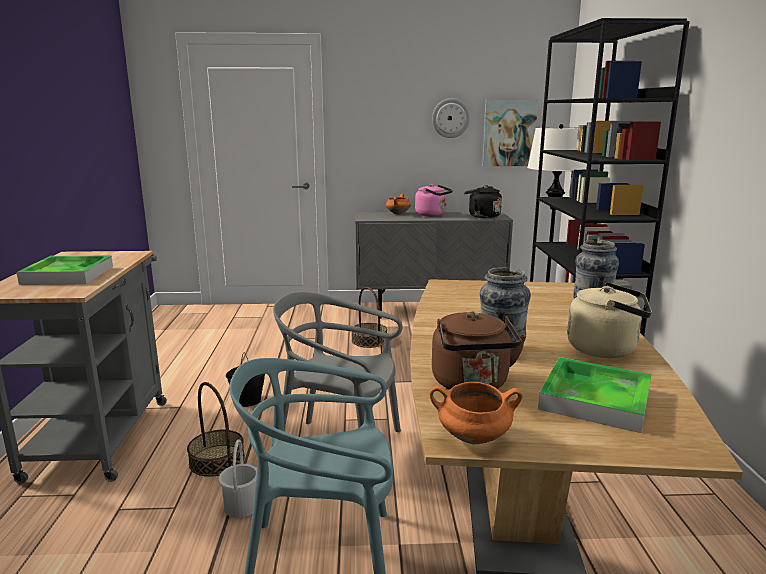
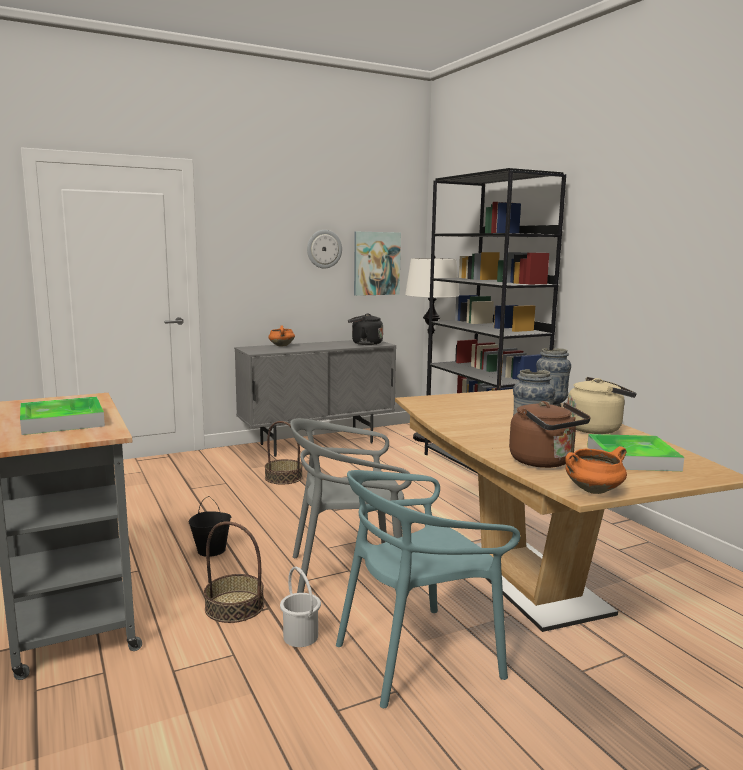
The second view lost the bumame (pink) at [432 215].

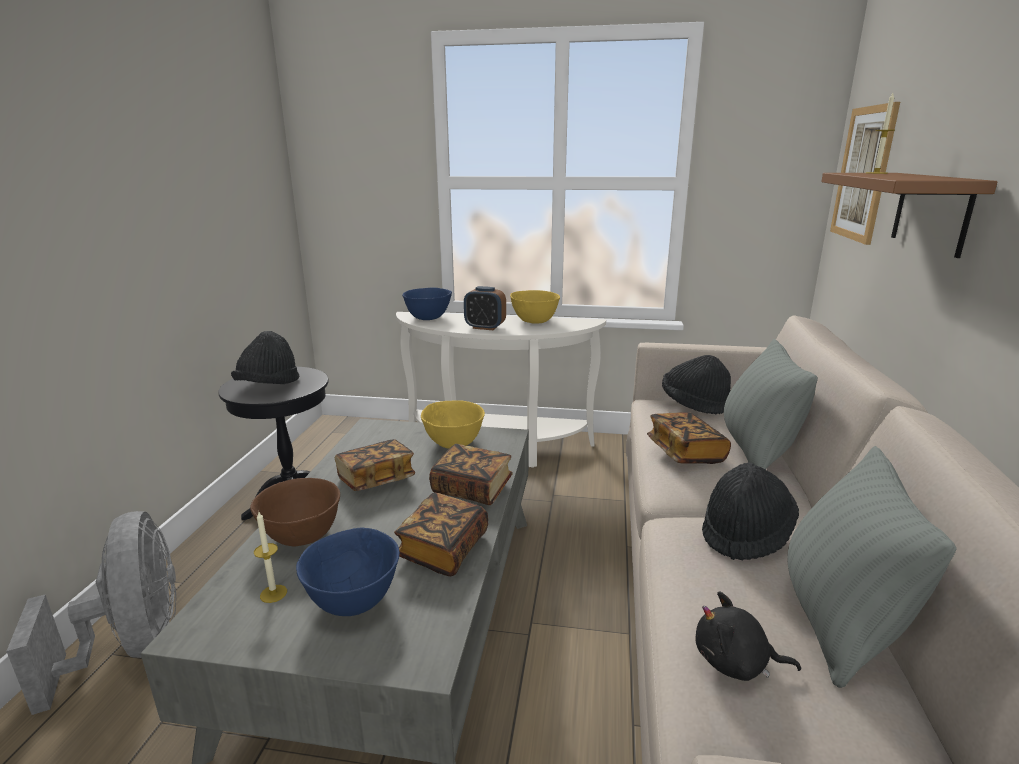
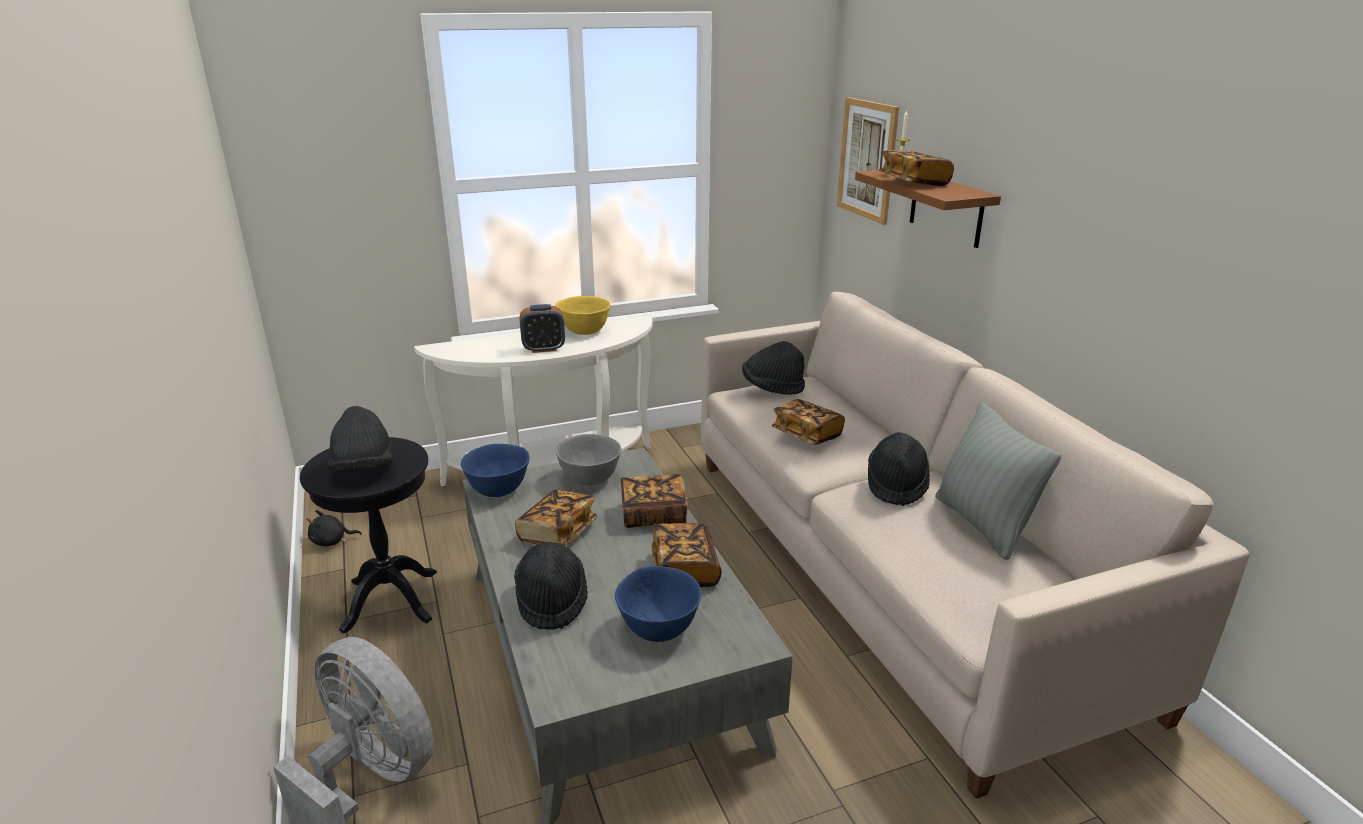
The second view lost the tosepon at [273 593].
The second view lost the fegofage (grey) at [756 450].
The second view gained the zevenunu at [913 183].
The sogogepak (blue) ended up elsewhere, having gone from [428 318] to [499 489].
The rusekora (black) ended up elsewhere, having gone from [735 663] to [331 541].
Where the sogogepak (brown) stood at [301 536], the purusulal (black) came to stand at [551 601].
What was the sogogepak (yellow) at [453 443] turned into the sogogepak (grey) at [589 478].

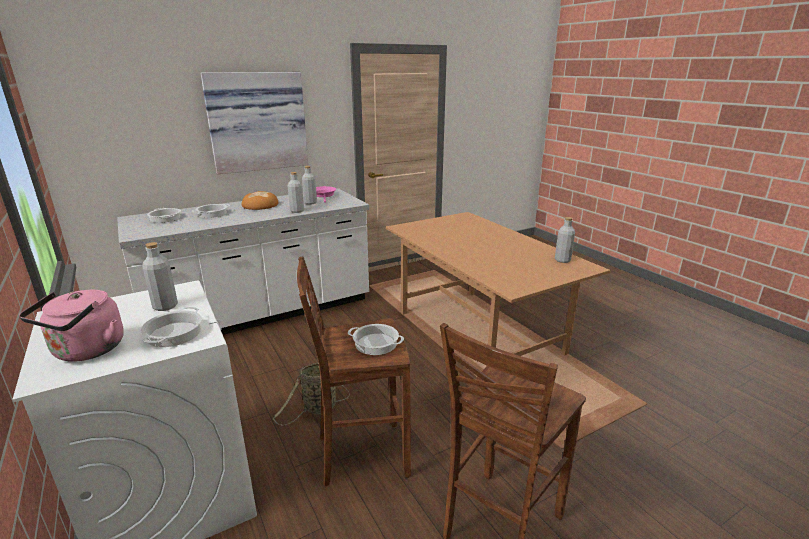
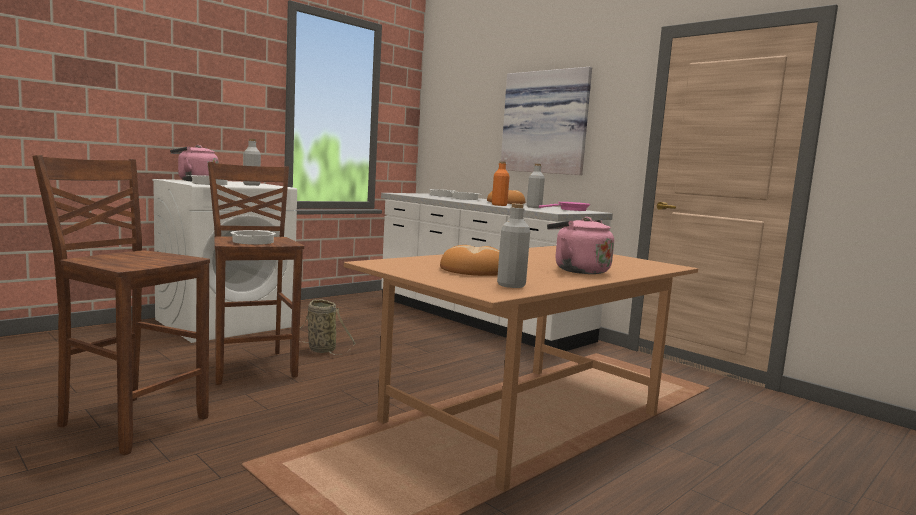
The second view gained the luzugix at [475 270].
The second view gained the bumame (pink) at [578 270].
What was the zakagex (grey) at [297 211] turned into the zakagex (orange) at [499 205].

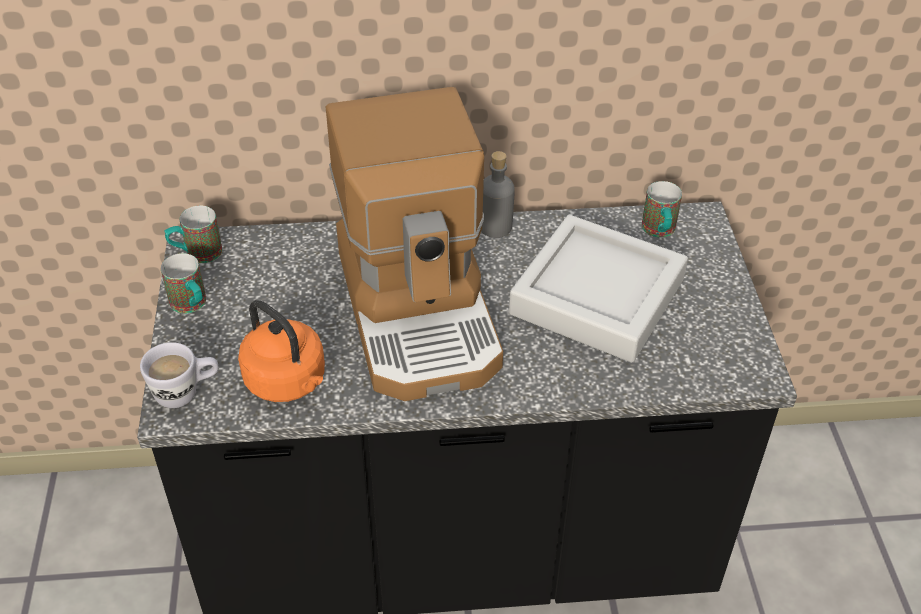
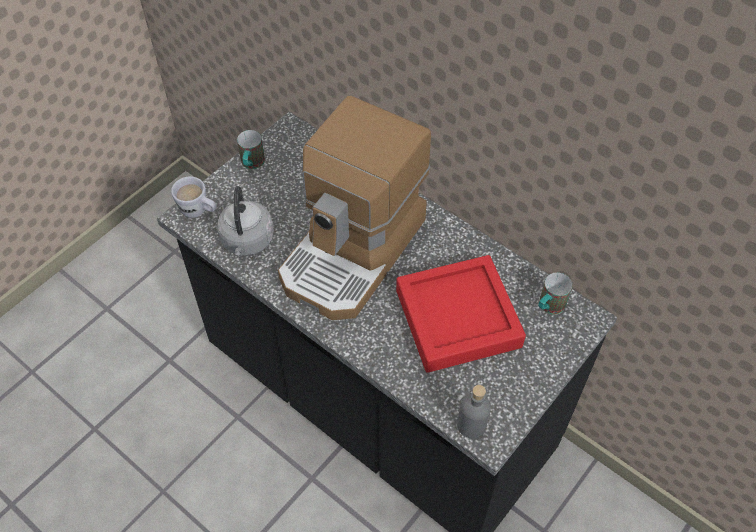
The second view lost the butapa at [196 254].
The zakagex (grey) ended up elsewhere, having gone from [495 227] to [471 425].
What was the bumame (orange) at [288 382] turned into the bumame (grey) at [247 242].
What was the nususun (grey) at [597 297] turned into the nususun (red) at [458 318].

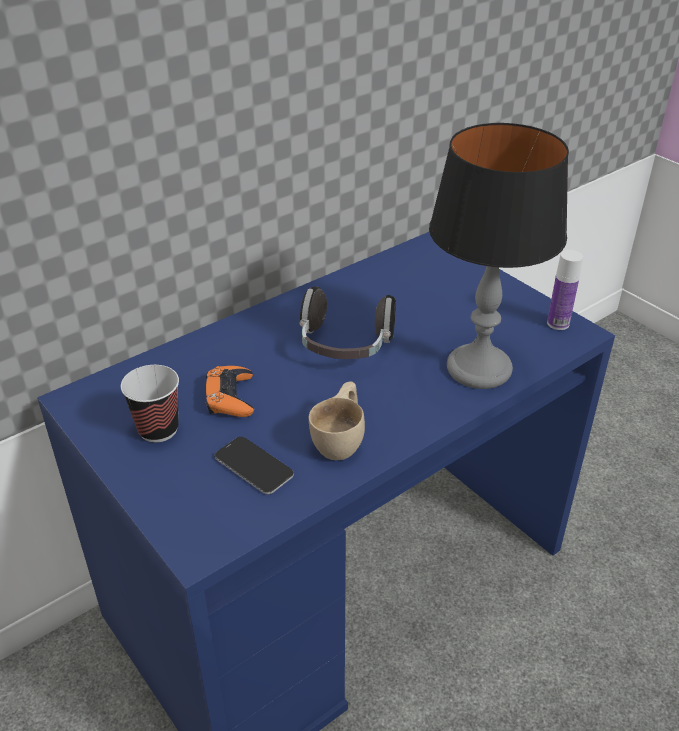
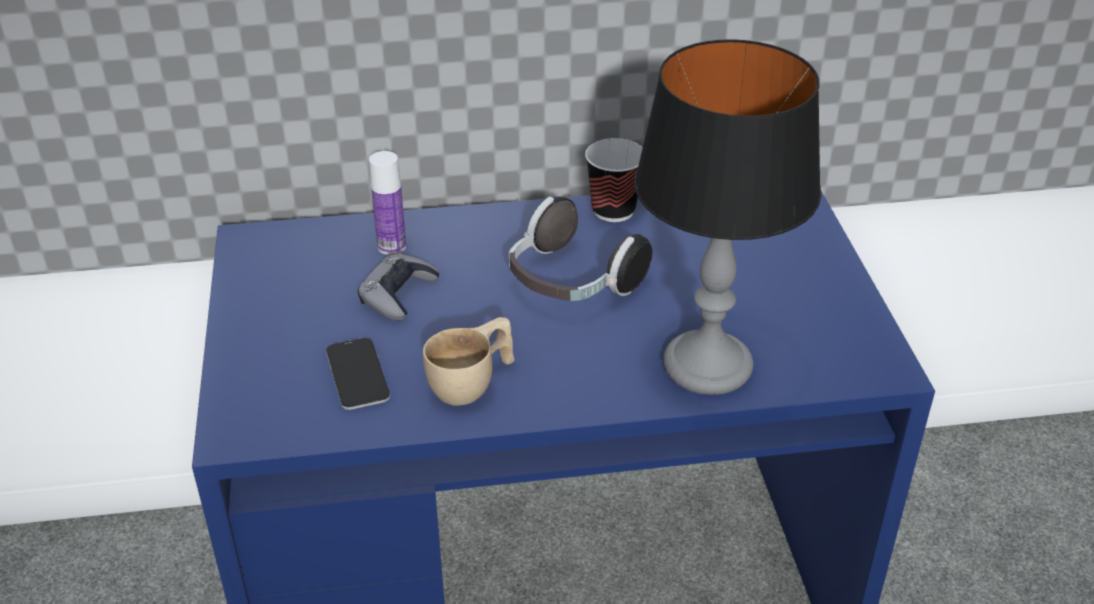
The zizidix ended up elsewhere, having gone from [158 429] to [613 210].
The zakagex ended up elsewhere, having gone from [558 323] to [391 246].
What was the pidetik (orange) at [230 397] turned into the pidetik (grey) at [398 294].

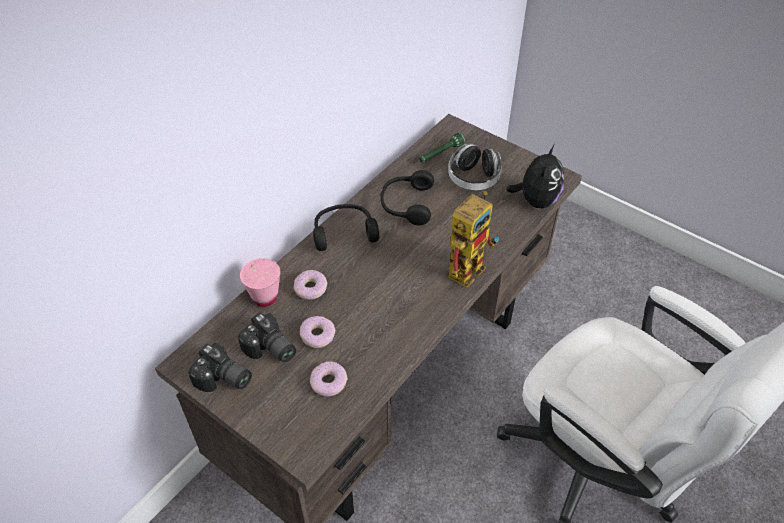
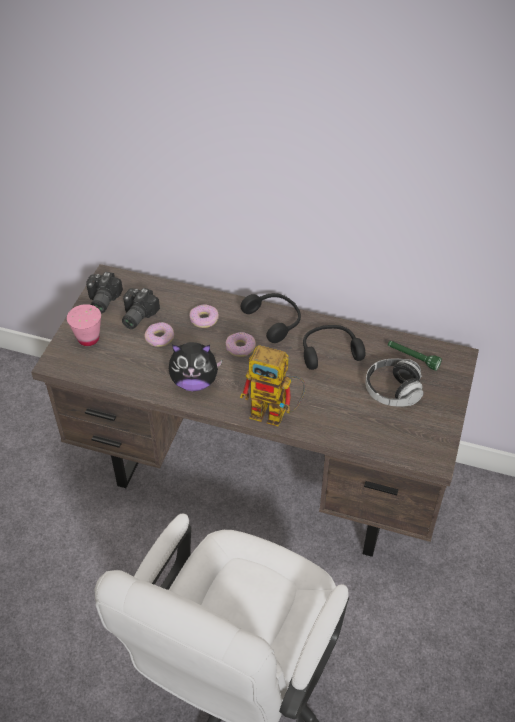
The zizidix (pink) ended up elsewhere, having gone from [265 297] to [88 338].
The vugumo ended up elsewhere, having gone from [329 382] to [240 348].
The rusekora ended up elsewhere, having gone from [536 200] to [194 382].

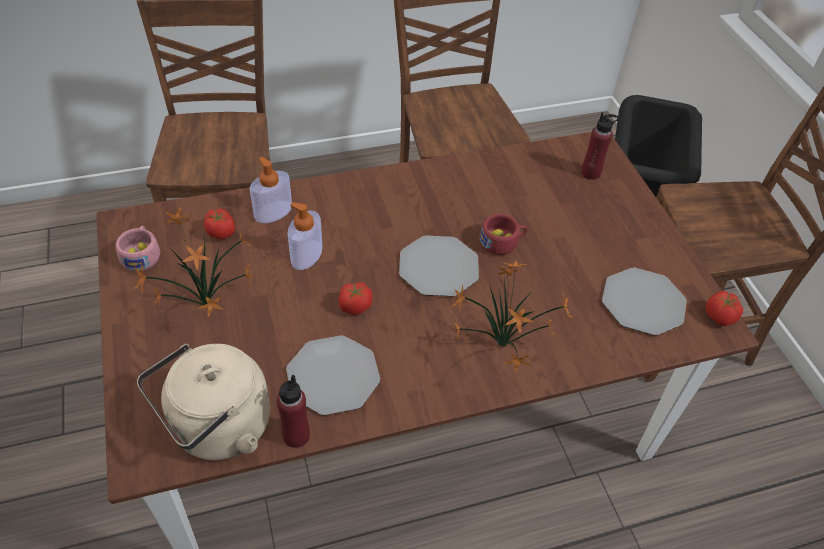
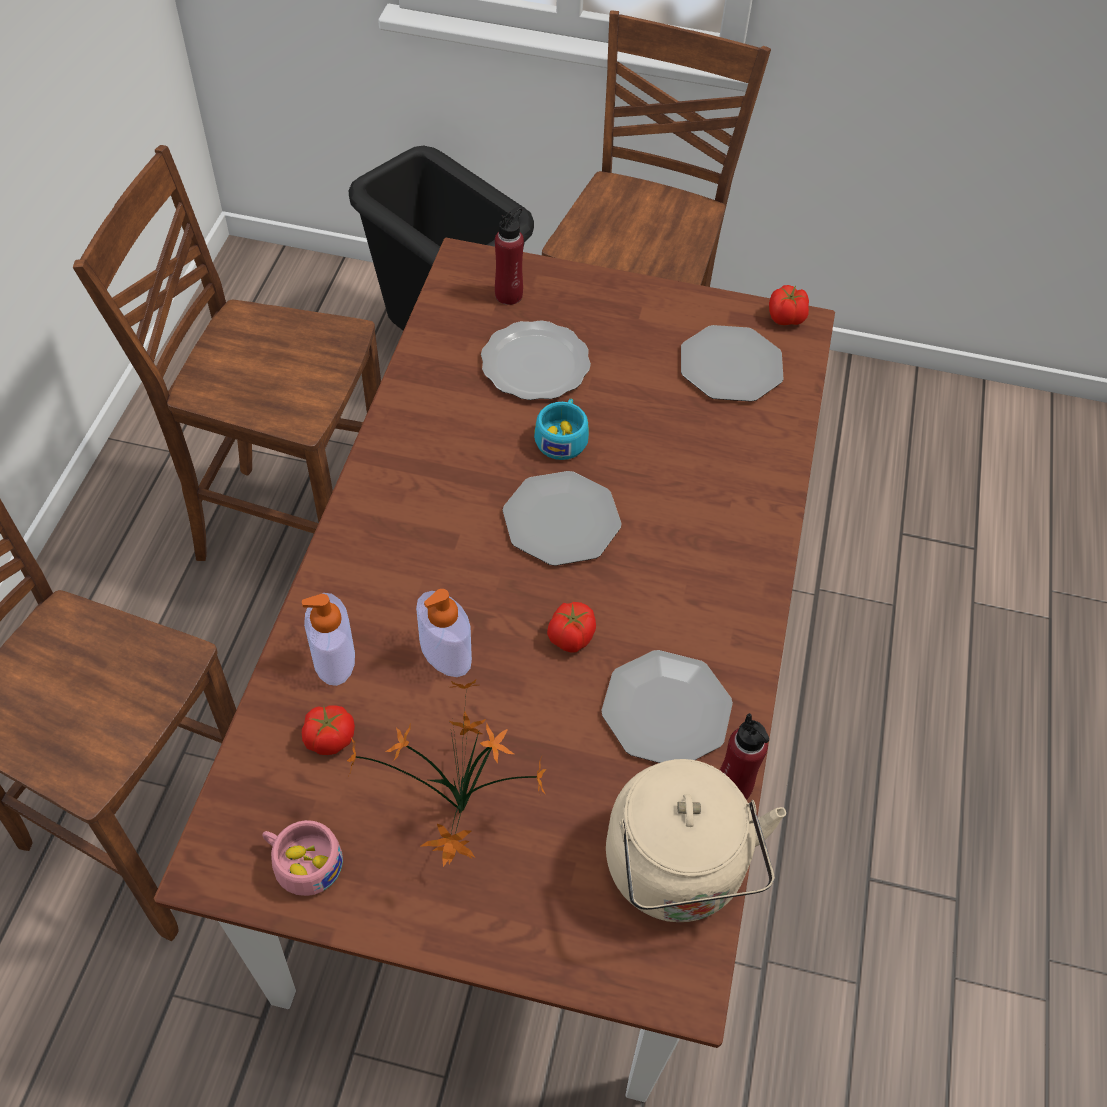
The second view lost the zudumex at [505 348].
The second view gained the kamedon at [535 365].
What was the zizidix (red) at [502 242] turned into the zizidix (turquoise) at [562 437].

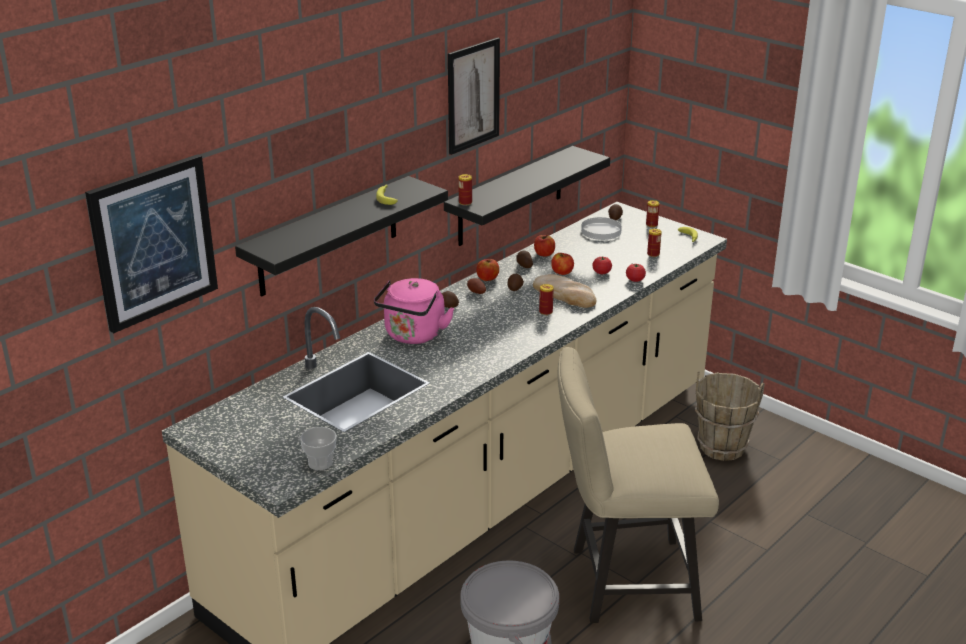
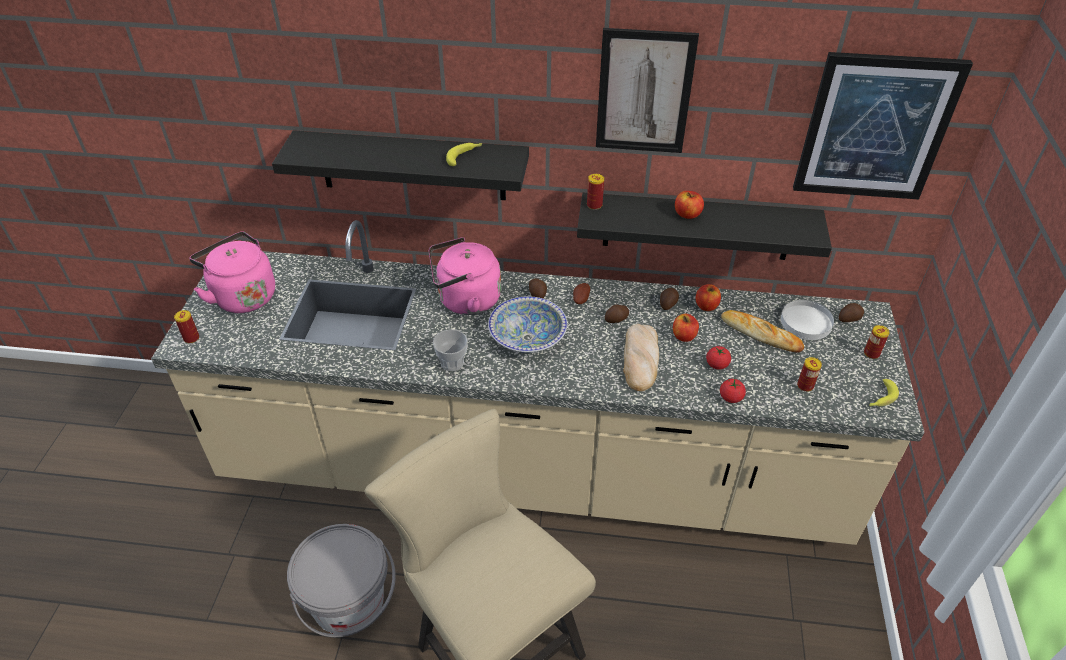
The second view lost the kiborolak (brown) at [722 447].
The second view gained the bumame (pink) at [242 295].
The second view gained the sogogepak at [528 338].
The second view gained the luzugix at [760 334].
The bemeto ended up elsewhere, having gone from [153 242] to [875 127].
The zizidix ended up elsewhere, having gone from [320 463] to [452 362].
The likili ended up elsewhere, having gone from [487 278] to [687 214].
The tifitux ended up elsewhere, having gone from [545 312] to [191 338].

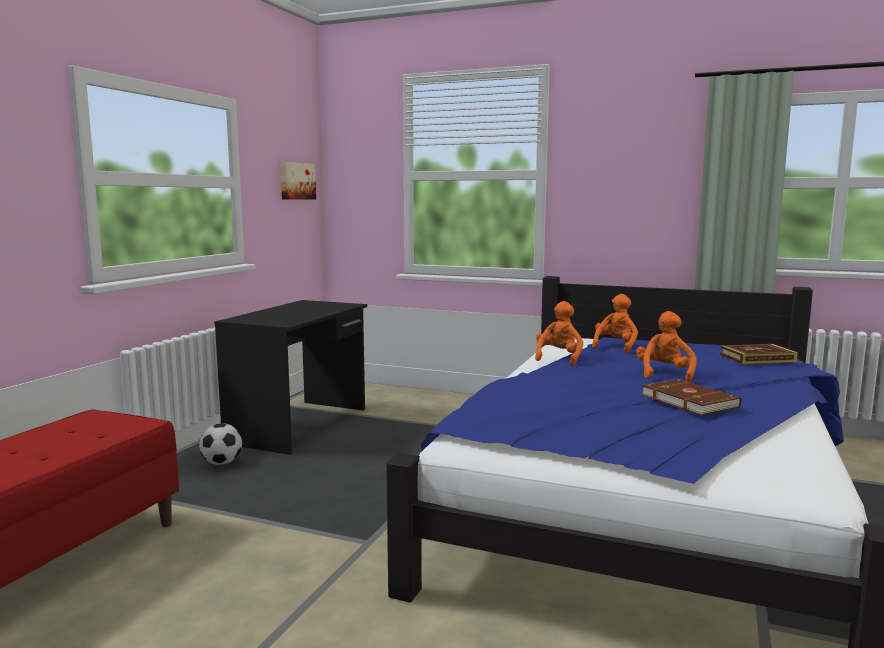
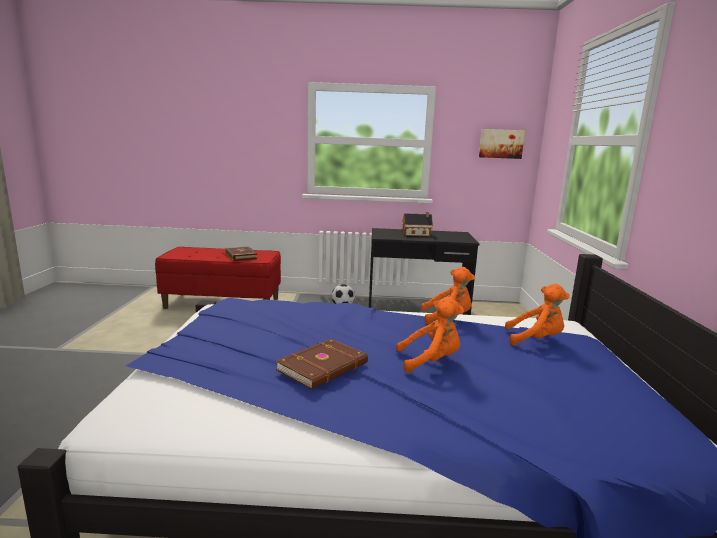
The second view gained the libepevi at [417 234].
The zevenunu ended up elsewhere, having gone from [757 358] to [241 256].

